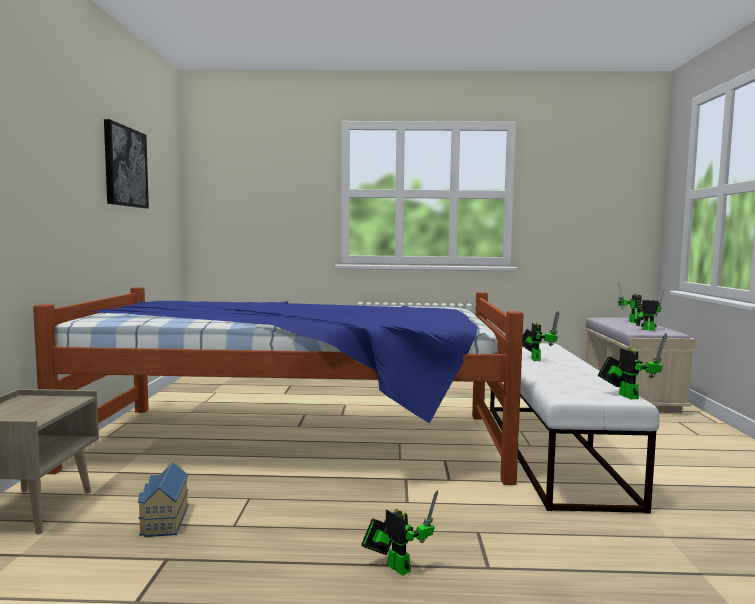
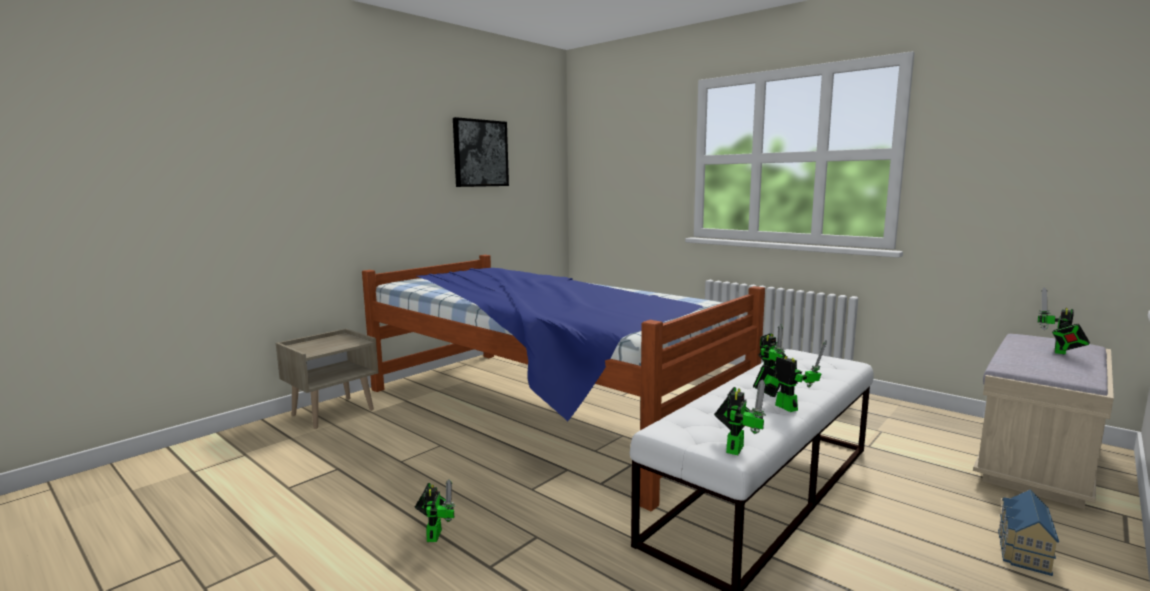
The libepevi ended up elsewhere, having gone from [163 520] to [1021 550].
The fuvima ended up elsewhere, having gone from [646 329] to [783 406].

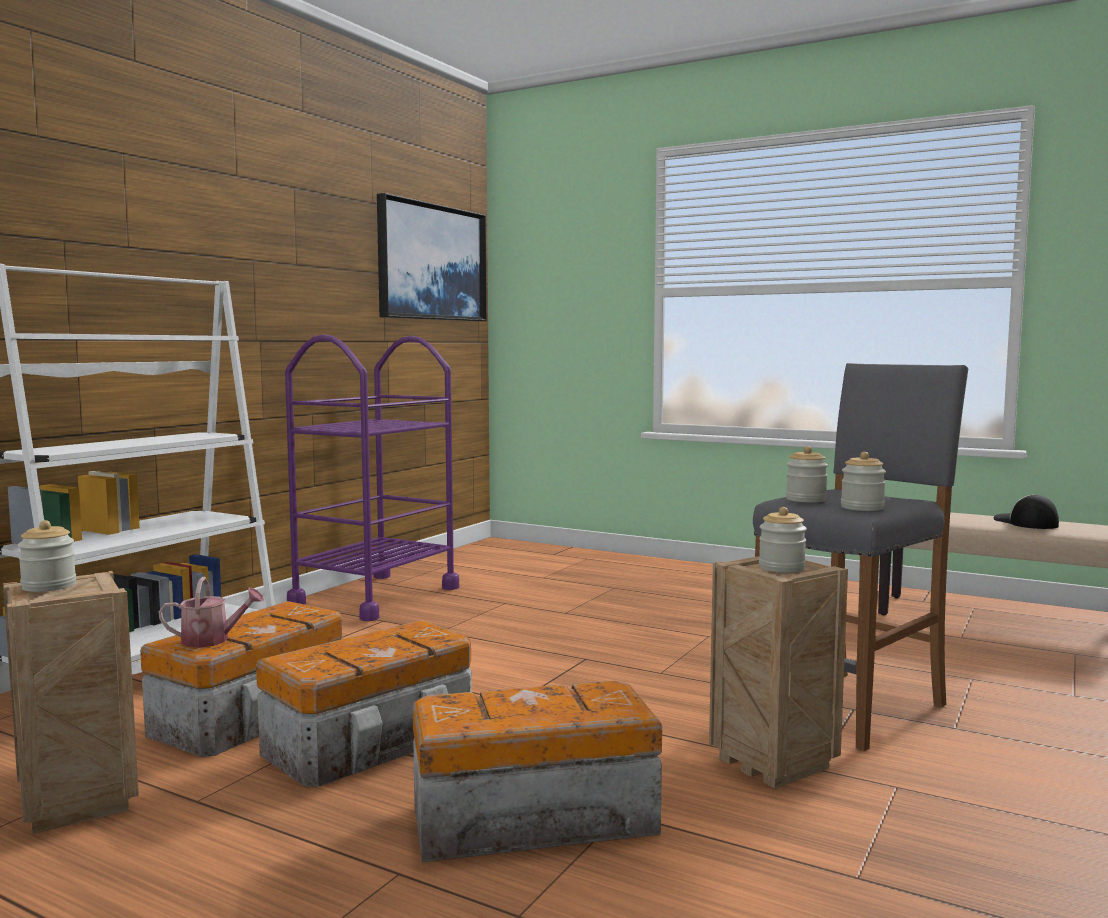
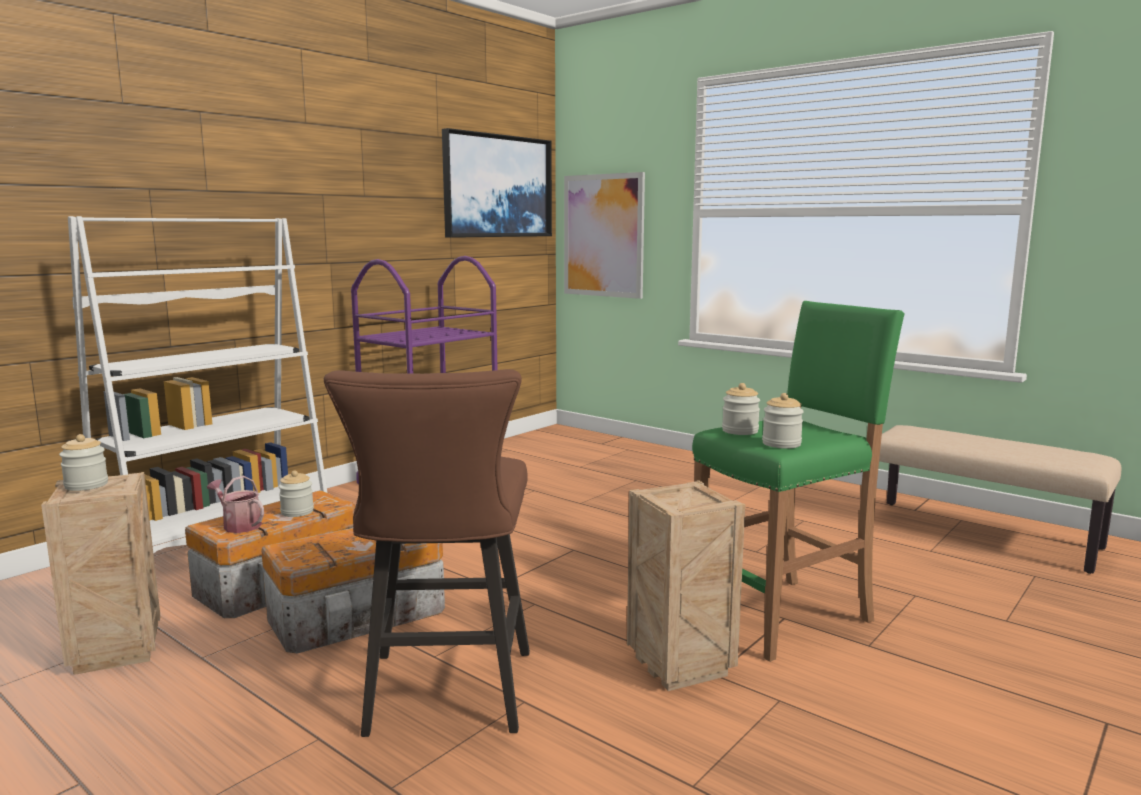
The second view lost the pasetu at [1025 523].
The second view gained the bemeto at [603 235].
The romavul ended up elsewhere, having gone from [781 567] to [297 512].
Where the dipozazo stood at [529 818], the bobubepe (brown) came to stand at [446 699].
What was the bobubepe (grey) at [852 708] turned into the bobubepe (green) at [783 616].
The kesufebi at [212 640] ended up facing another way, 150 degrees counterclockwise from before.

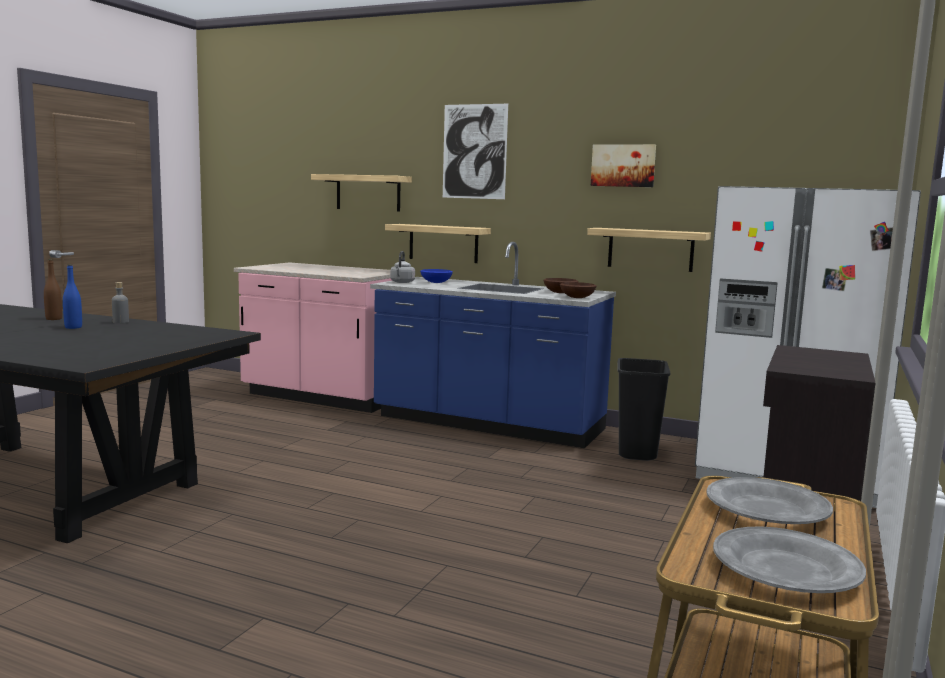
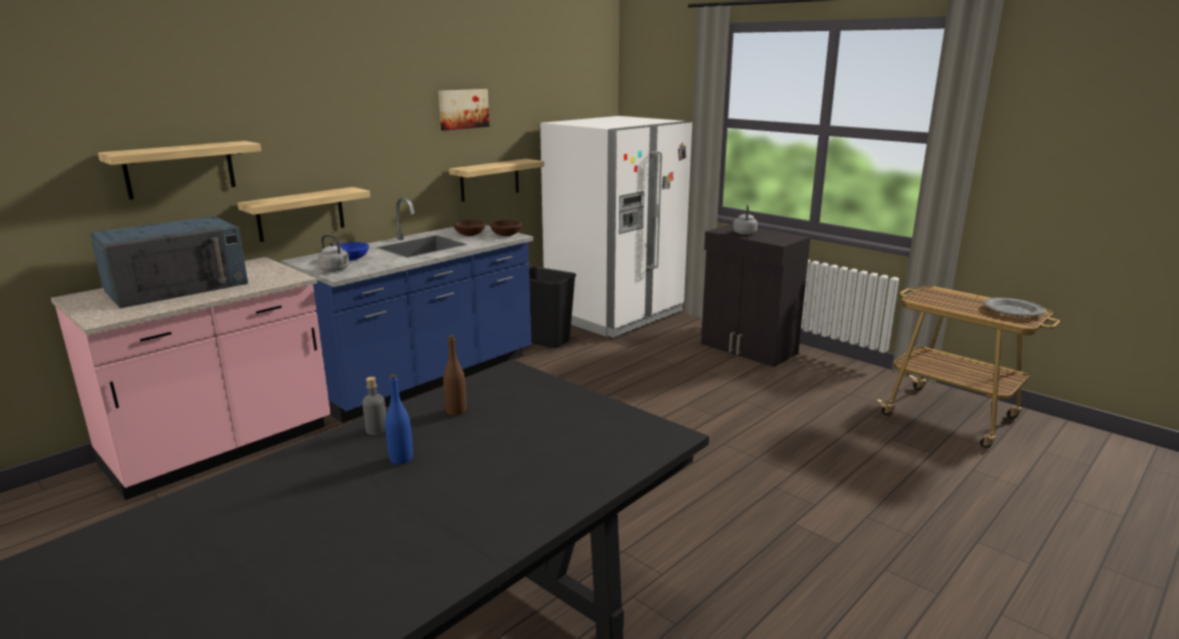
The second view lost the bemeto at [474 151].
The second view lost the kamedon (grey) at [767 508].
The second view gained the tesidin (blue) at [178 286].
The second view gained the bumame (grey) at [744 233].
The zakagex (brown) ended up elsewhere, having gone from [54 319] to [456 411].

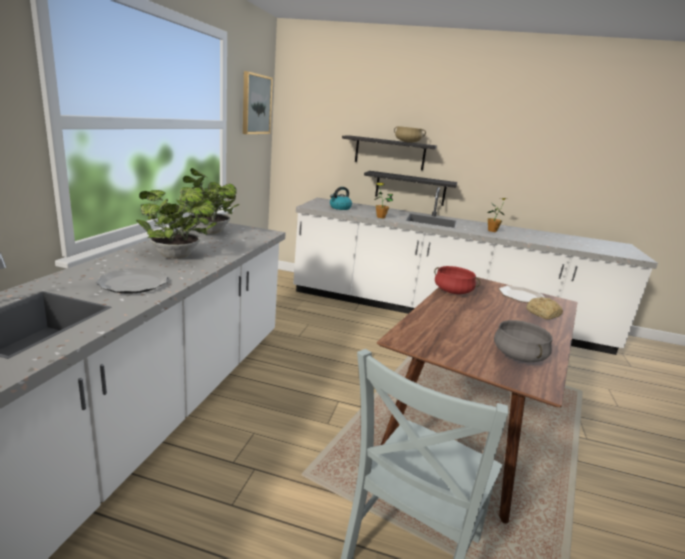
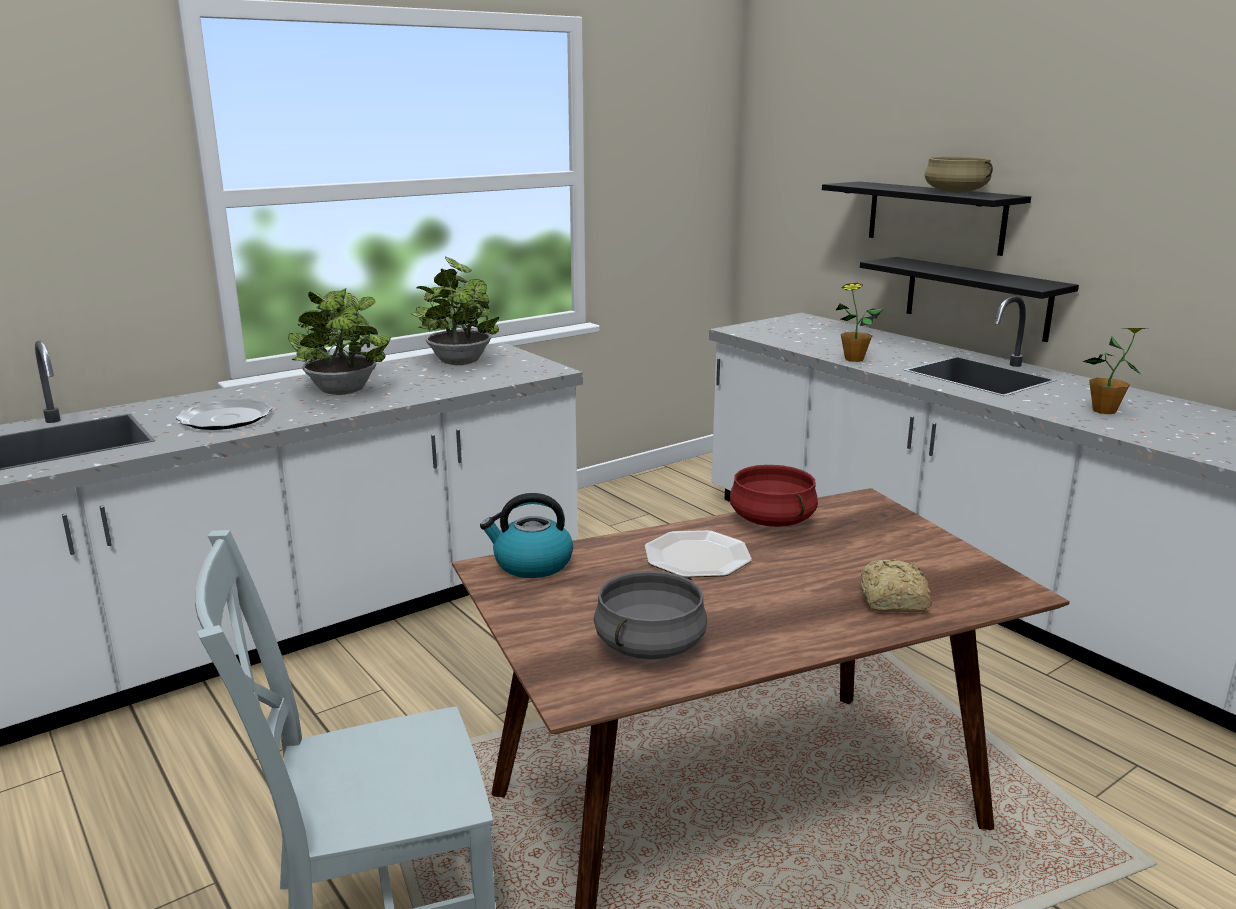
The second view lost the bemeto at [256 104].
The bumame ended up elsewhere, having gone from [340 208] to [531 564].
The kamedon ended up elsewhere, having gone from [521 295] to [697 556].

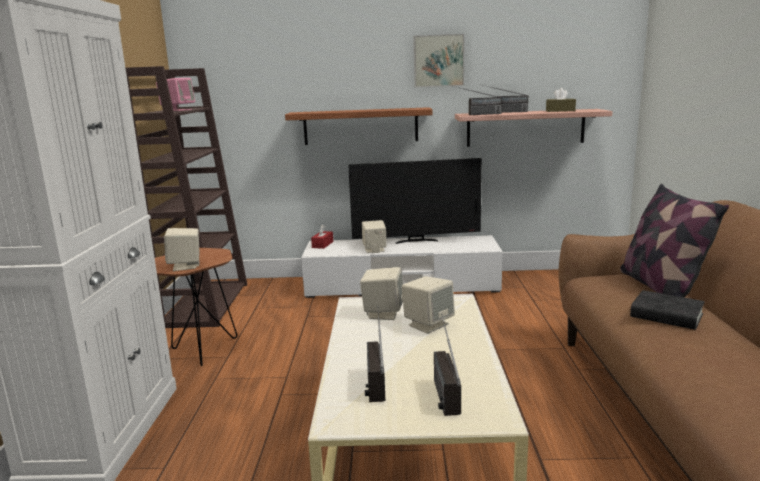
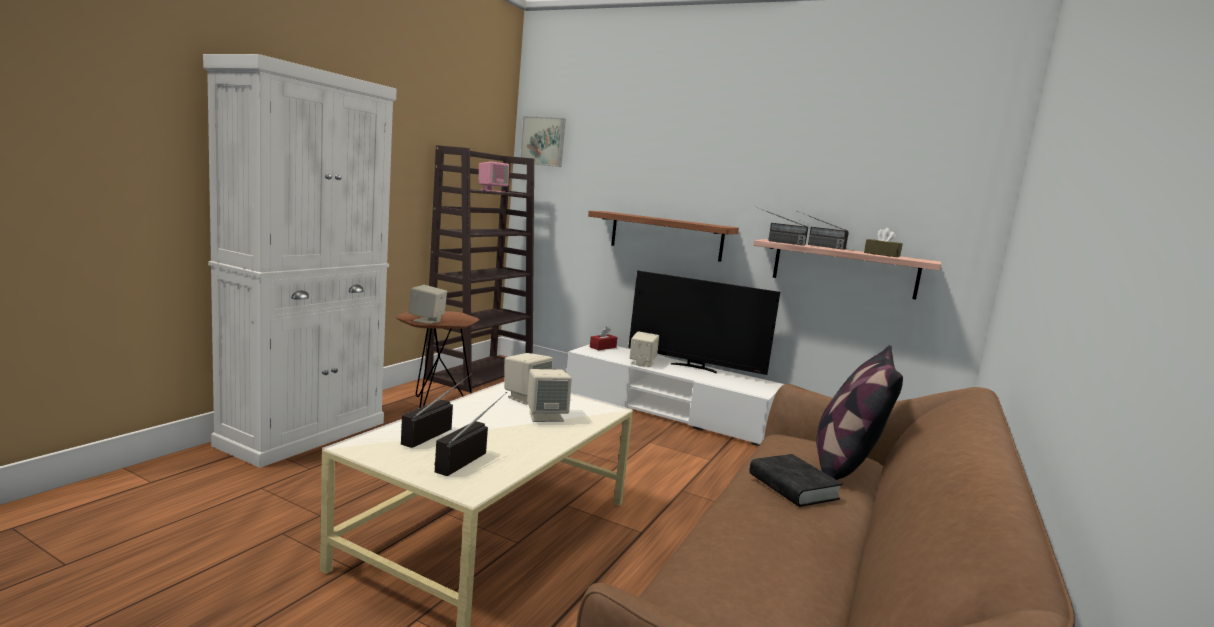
The bemeto ended up elsewhere, having gone from [438 61] to [543 141].

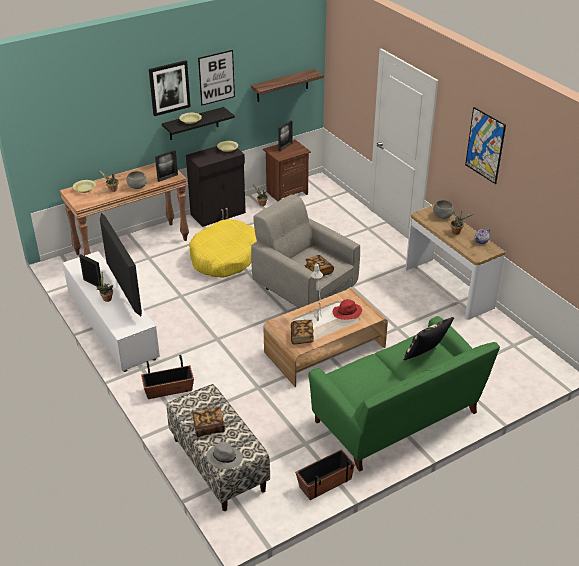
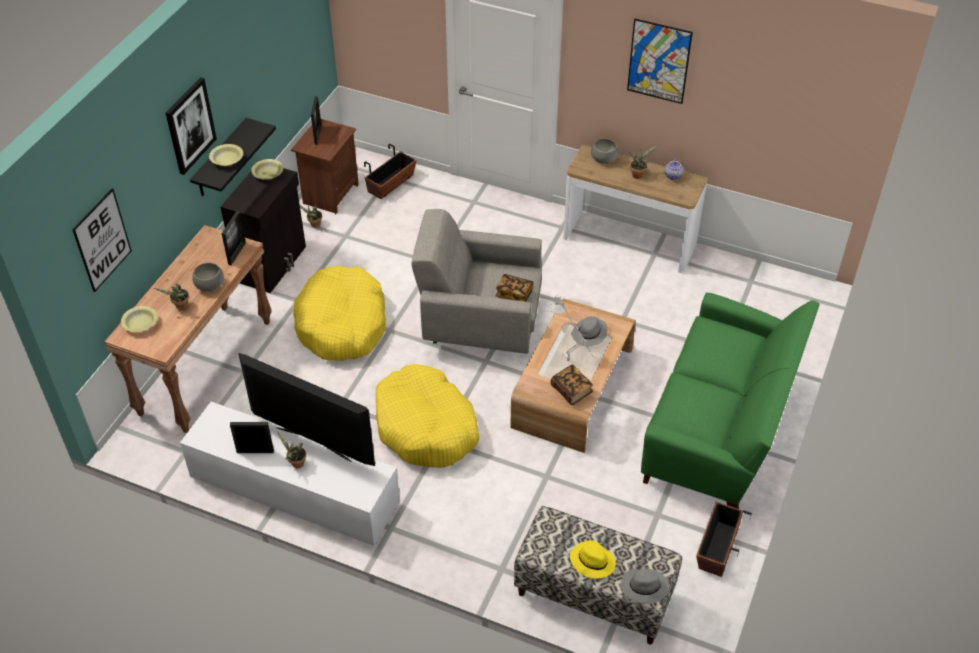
The second view lost the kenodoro at [282 85].
The second view lost the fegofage at [426 355].
The second view gained the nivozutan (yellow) at [426 427].
The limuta ended up elsewhere, having gone from [168 390] to [391 184].
The bemeto ended up elsewhere, having gone from [216 77] to [102 240].
Where the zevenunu stood at [209 427], the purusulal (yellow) came to stand at [591 561].
What was the purusulal (red) at [346 313] turned into the purusulal (grey) at [589 334].

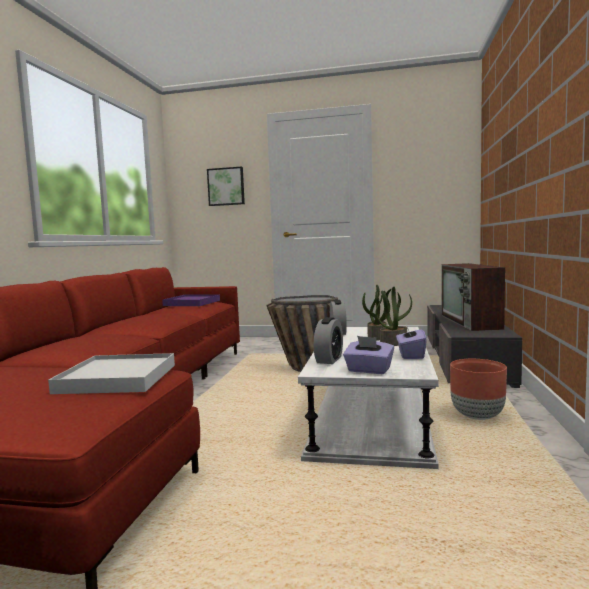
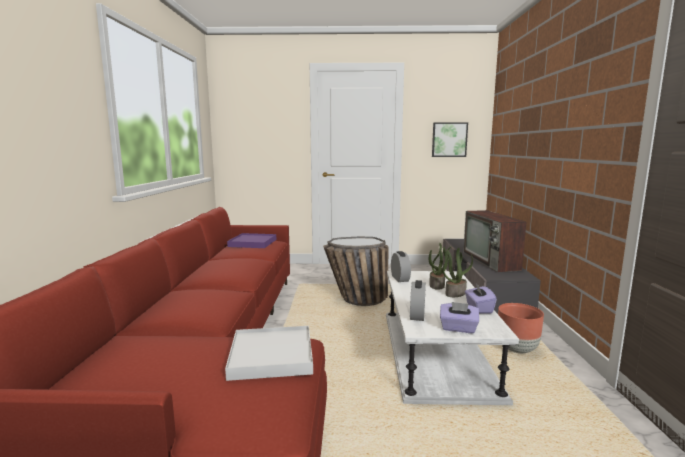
The bemeto ended up elsewhere, having gone from [226 186] to [449 139].

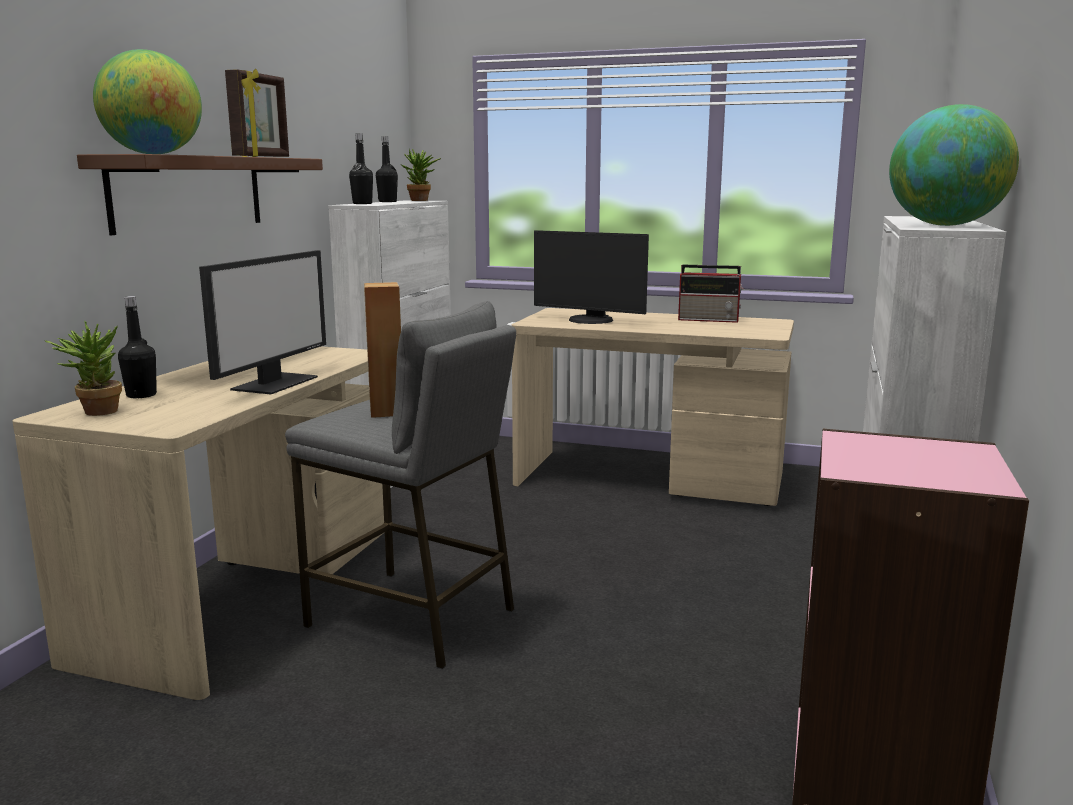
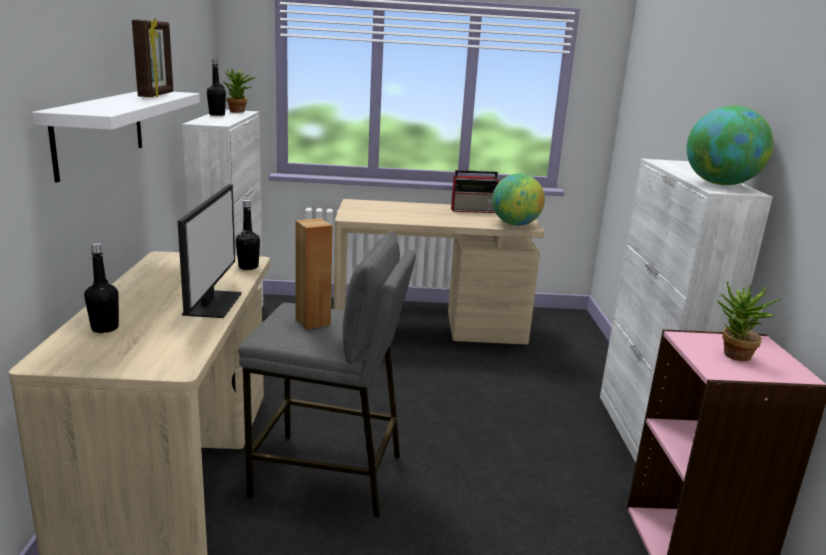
The second view lost the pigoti at [590 320].
The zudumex ended up elsewhere, having gone from [94 412] to [733 356].
The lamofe ended up elsewhere, having gone from [154 154] to [515 224].
The zakagex (black) ended up elsewhere, having gone from [362 203] to [248 267].
What was the kenodoro (brown) at [189 193] turned into the kenodoro (white) at [100 131].

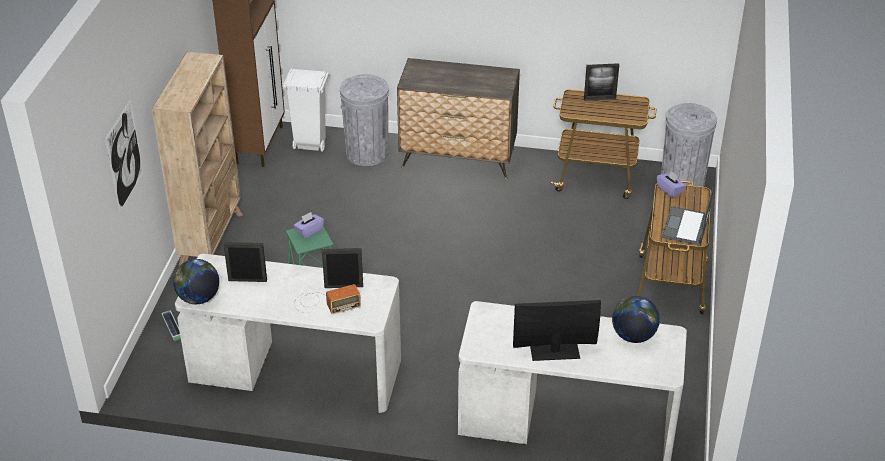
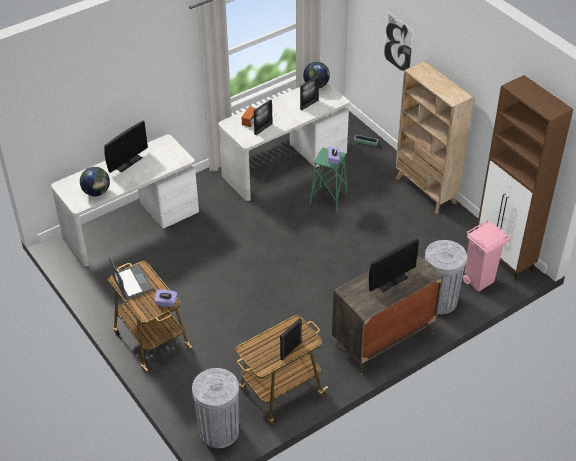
The second view gained the pigoti at [390 280].
What was the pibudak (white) at [310 144] turned into the pibudak (pink) at [479 281].

